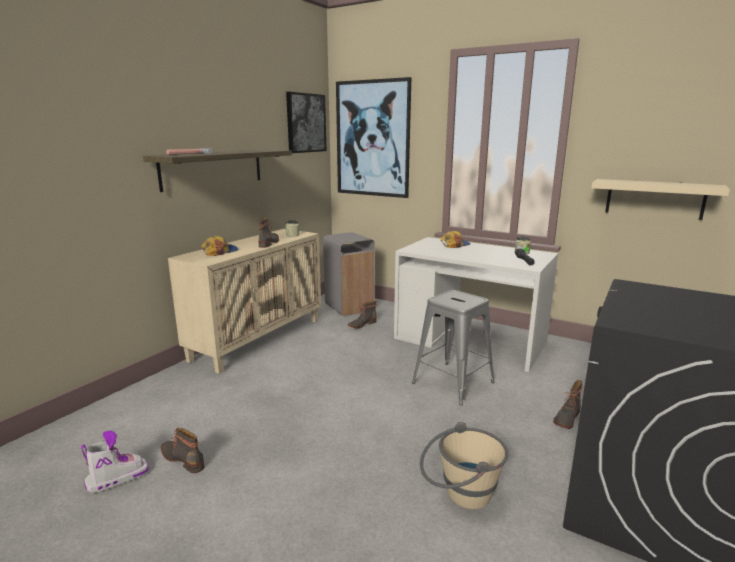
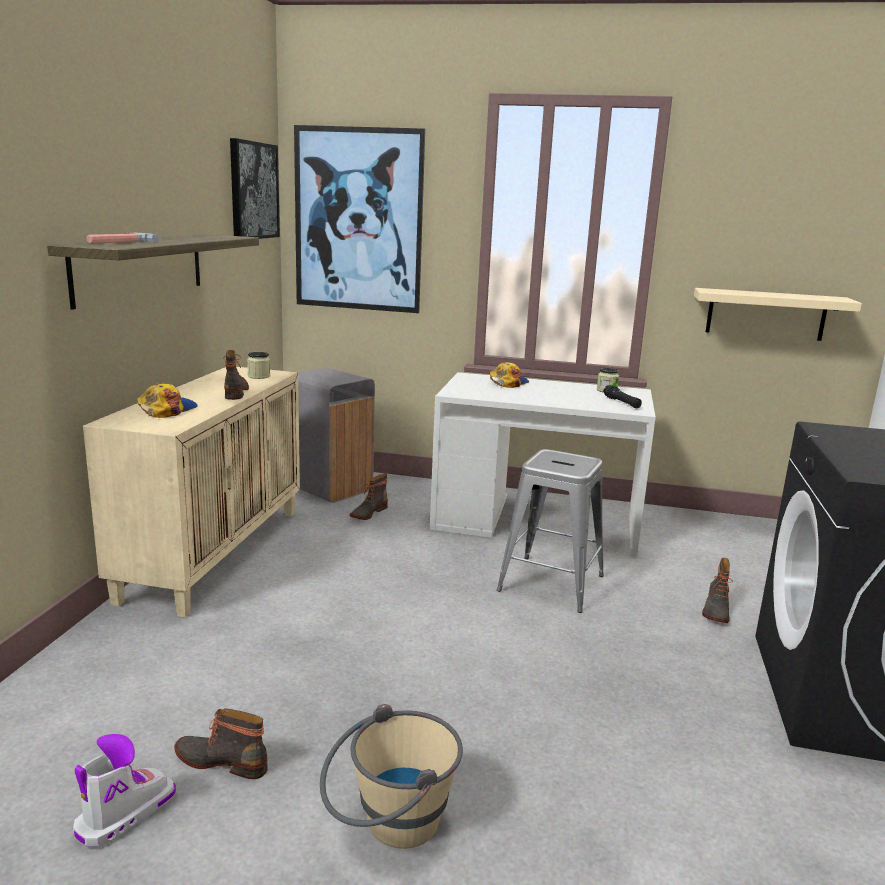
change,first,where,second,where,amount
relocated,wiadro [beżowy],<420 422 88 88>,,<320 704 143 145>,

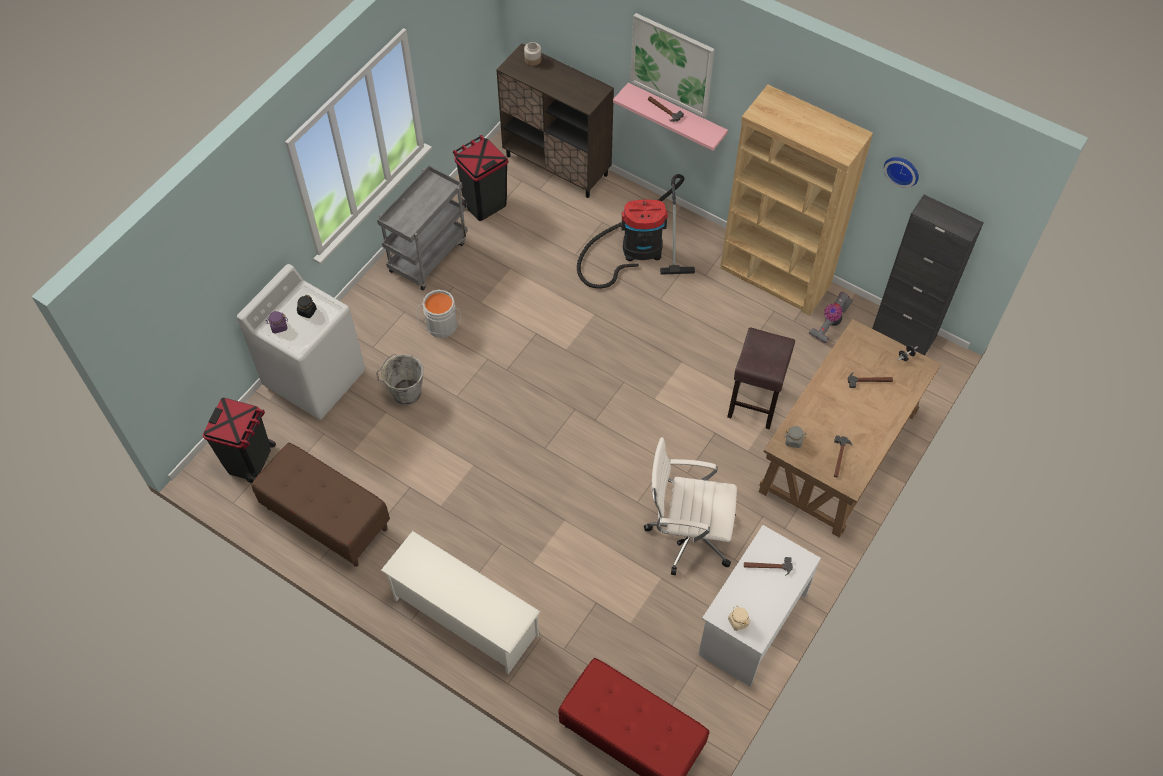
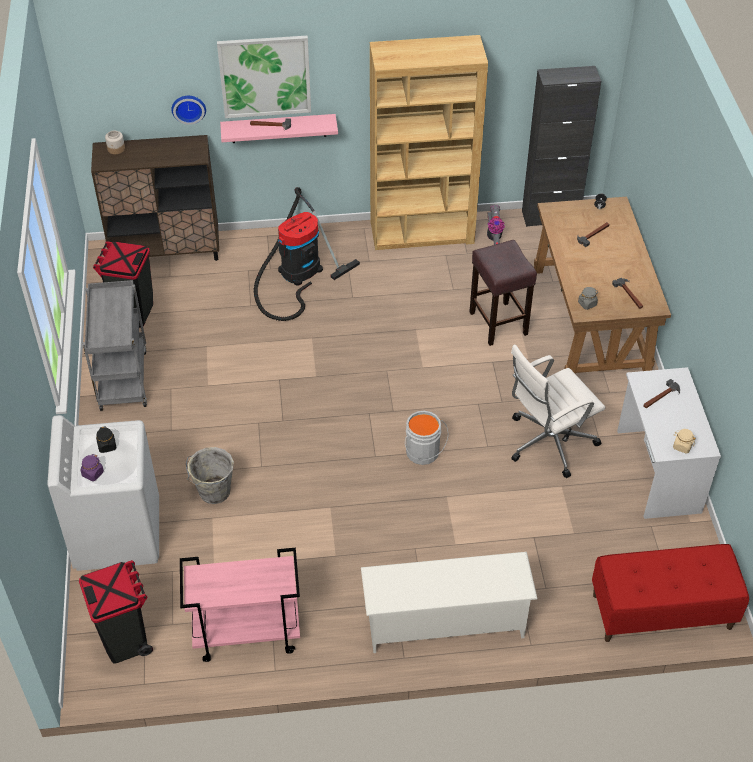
change,first,where,second,where,amount
exchanged,ławka [brązowy],<251 443 139 124>,wózek [różowy],<180 548 120 114>,
relocated,wiadro [szary],<417 290 44 48>,,<405 411 43 54>,
relocated,zegar ścienny,<884 157 35 31>,,<171 96 35 29>,

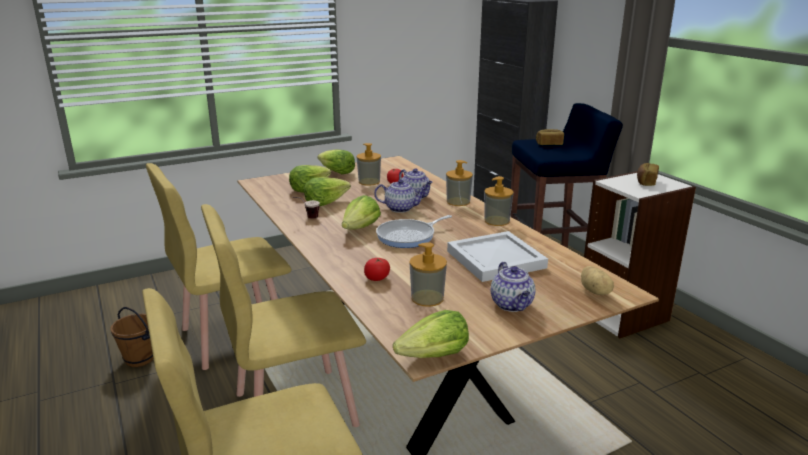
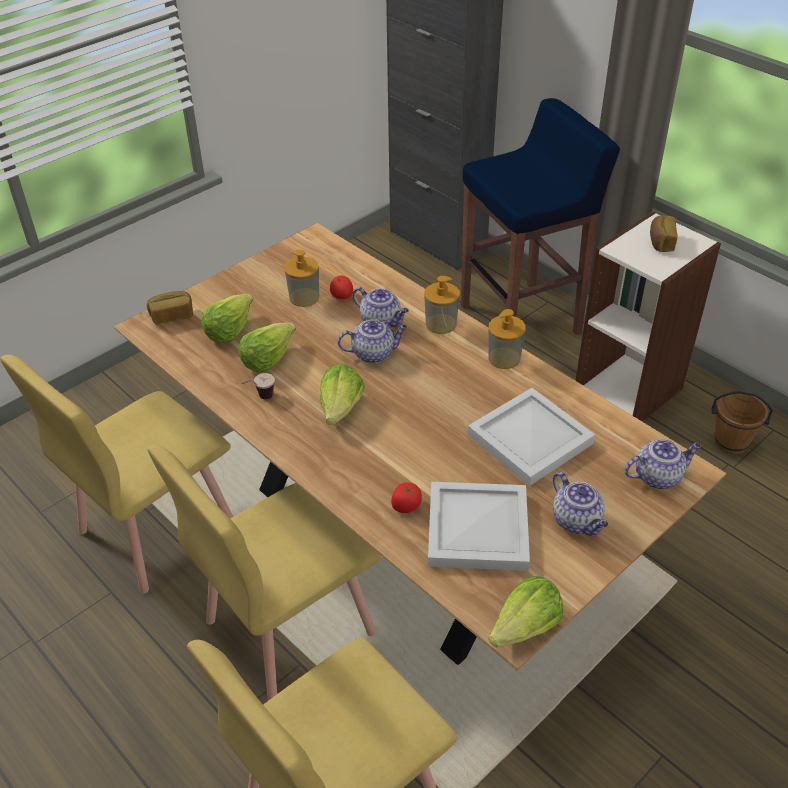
change,first,where,second,where,amount
relocated,wiadro [brązowy],<110 307 44 60>,,<712 391 61 63>,
missing,sałata,<317 150 38 24>,,,
missing,patelnia,<376 215 76 33>,,,
exchanged,dozownik mydła,<409 242 38 65>,taca [biały],<428 482 102 89>,
relocated,chleb,<536 129 28 16>,,<147 291 46 34>,
exchanged,ziemniak,<581 266 33 29>,imbryk,<624 439 77 50>,

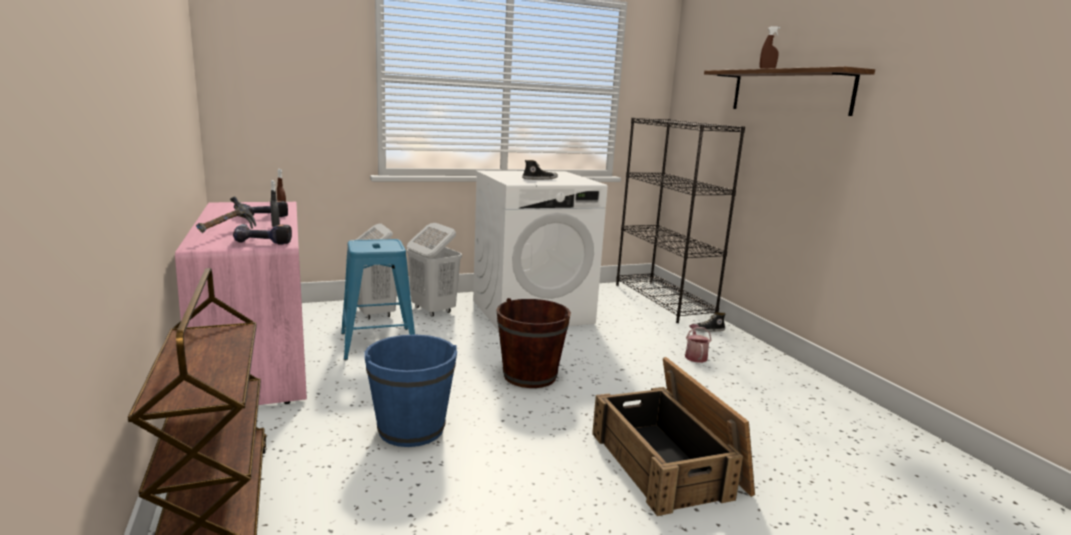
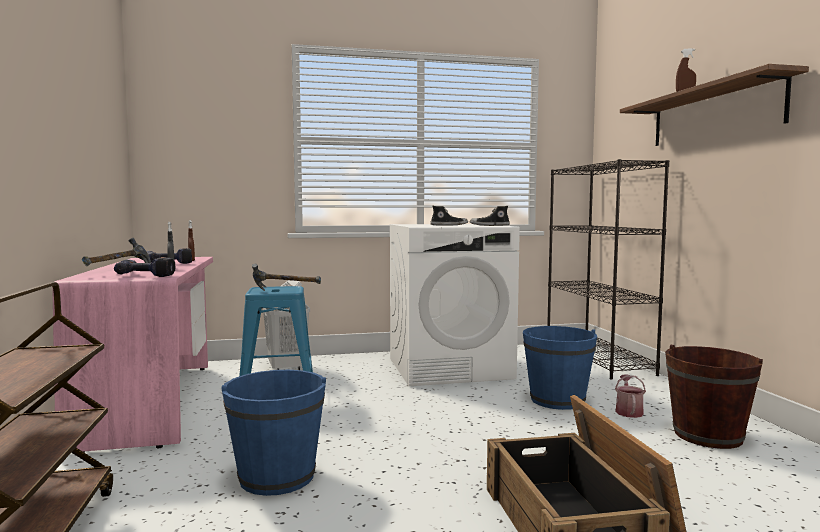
change,first,where,second,where,amount
missing,kosz na pranie [biały],<407 223 55 94>,,,
relocated,wiadro [brązowy],<496 298 75 90>,,<665 345 98 104>,
relocated,but,<693 312 33 20>,,<470 206 40 20>,
appeared,,,młotek,<252 264 69 27>,
appeared,,,wiadro [niebieski],<523 326 74 84>,

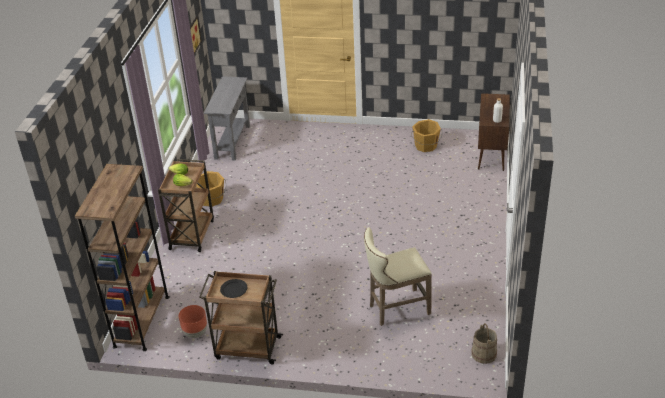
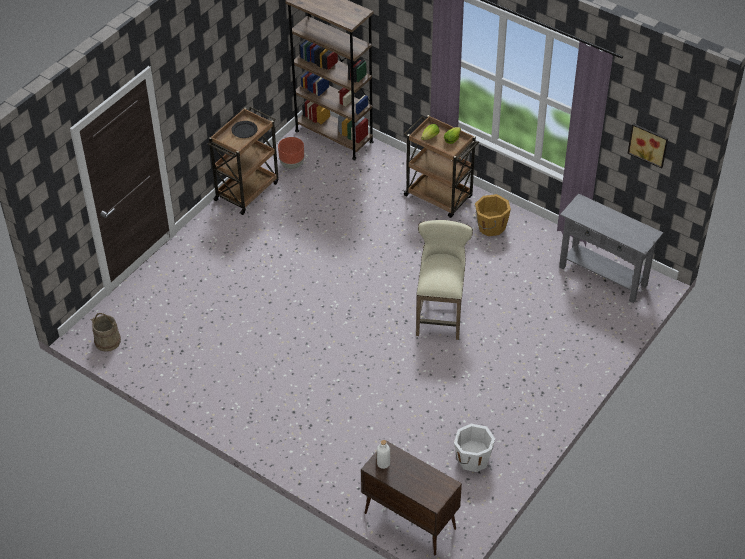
change,first,where,second,where,amount
relocated,stołek [beżowy],<364 227 68 99>,,<416 220 57 120>,
colour,wiadro [pomarańczowy],<411 119 31 33>,wiadro [biały],<454 424 41 48>,

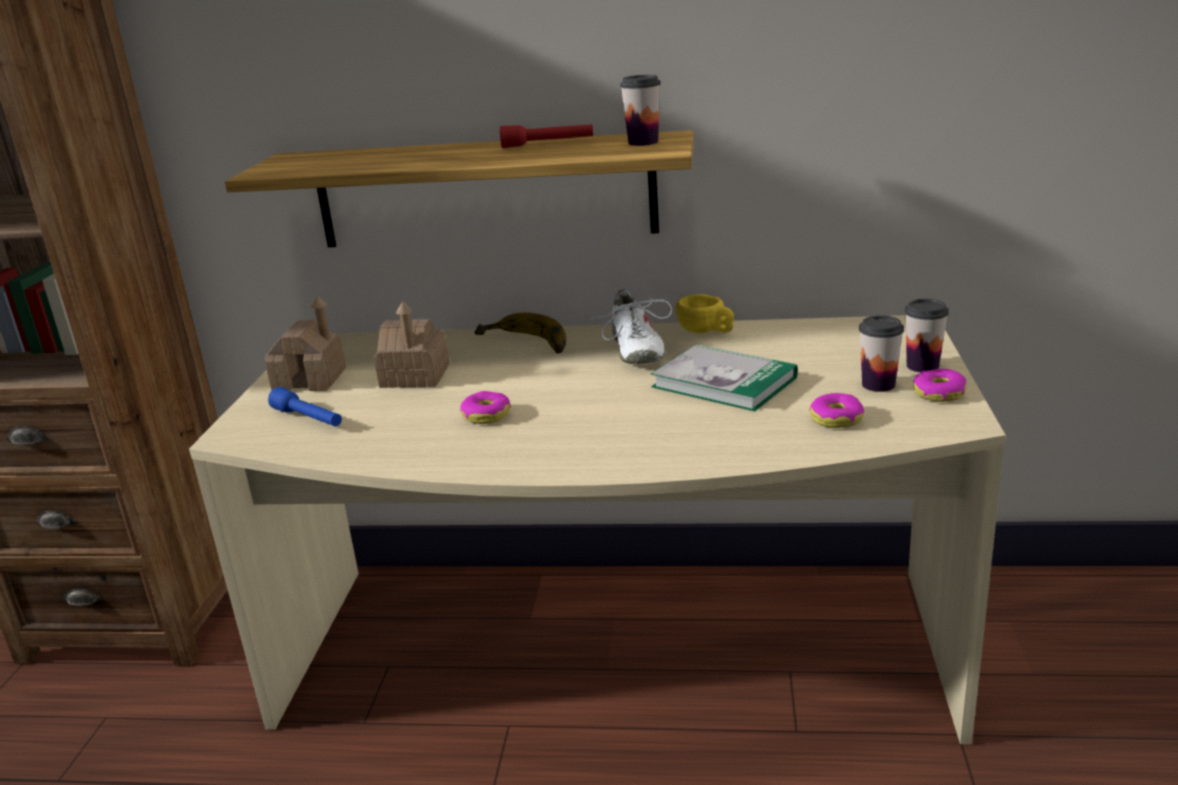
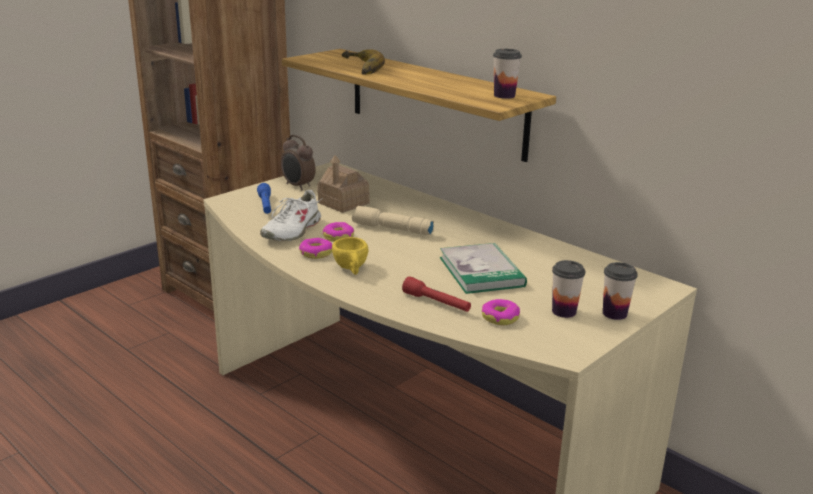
change,first,where,second,where,amount
exchanged,domek,<265 296 81 95>,budzik,<281 135 35 55>,
relocated,banan,<474 313 92 40>,,<342 49 43 26>,
relocated,latarka [czerwony],<500 124 93 24>,,<402 276 69 36>,
relocated,but [biały],<590 290 82 74>,,<260 189 63 52>,
relocated,filiżanka [żółty],<676 294 58 39>,,<332 237 36 38>,
relocated,donut,<913 369 54 33>,,<299 238 33 21>,
appeared,,,latarka [beżowy],<352 206 82 29>,

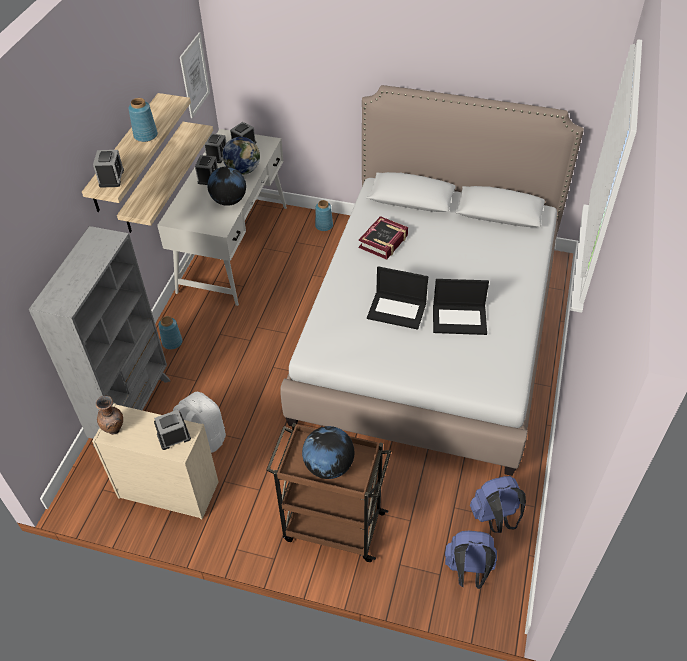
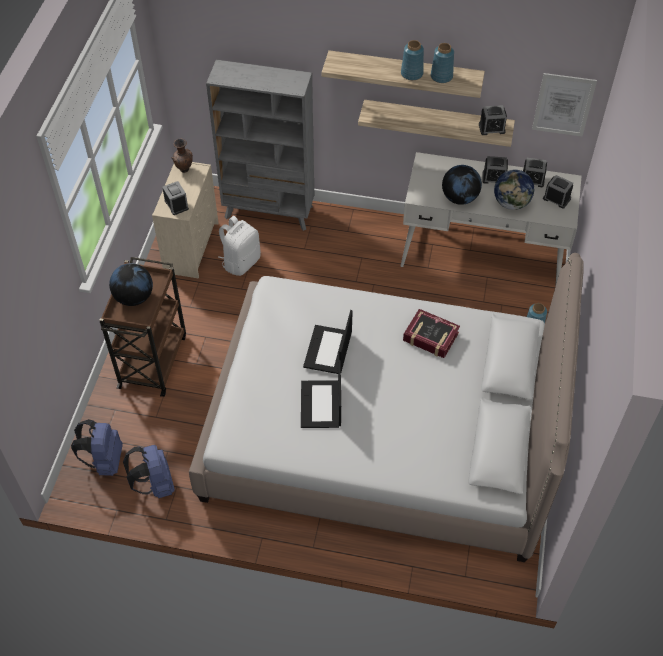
change,first,where,second,where,amount
relocated,budzik,<93 150 31 38>,,<479 105 28 30>,
relocated,wazon [niebieski],<158 316 25 34>,,<431 43 23 40>,

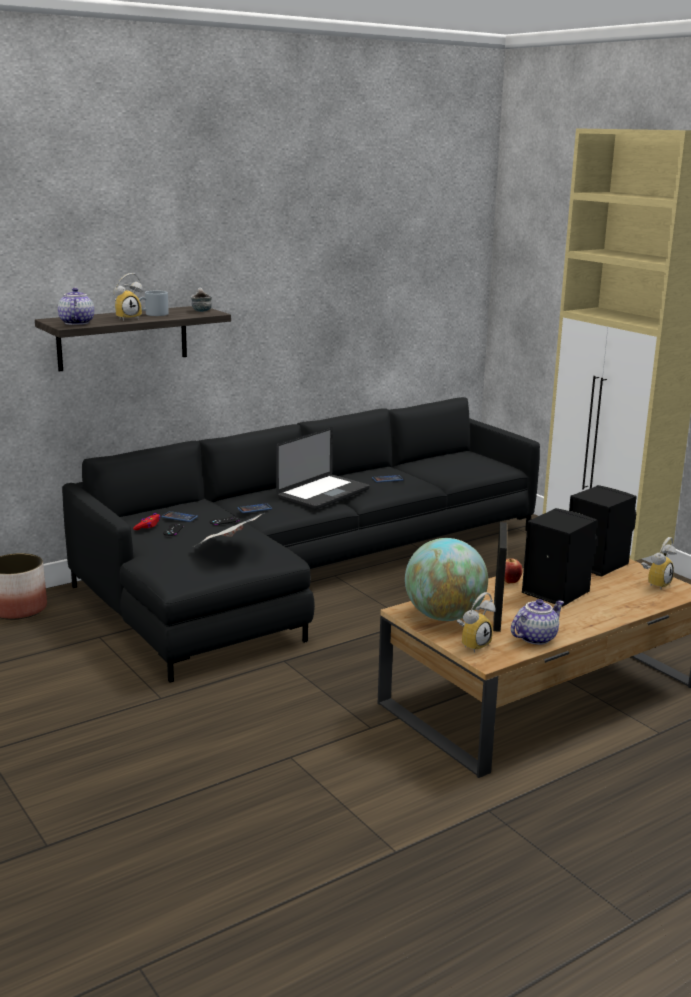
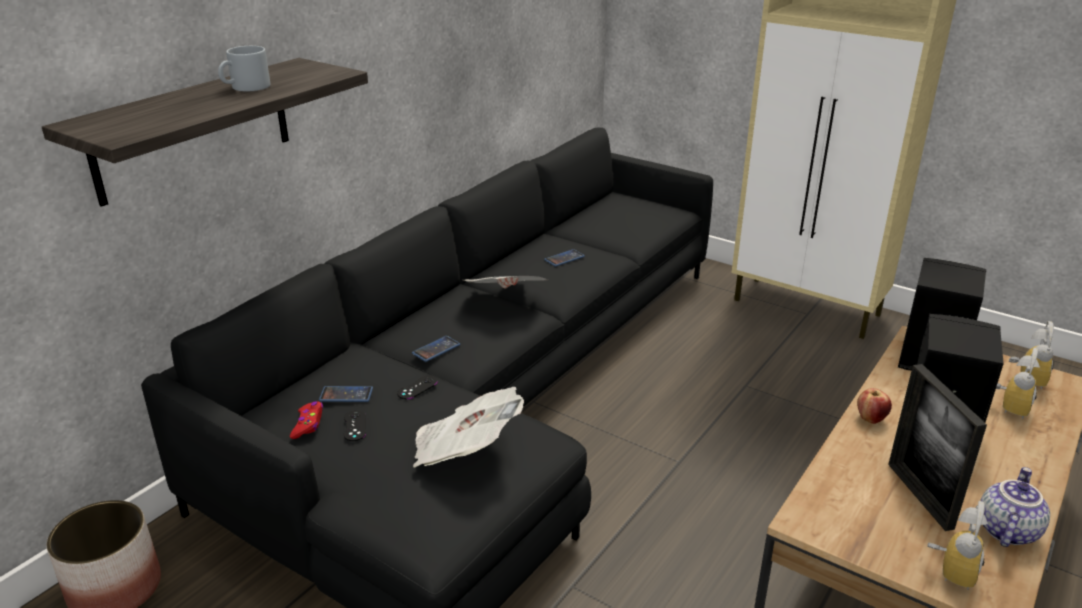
change,first,where,second,where,amount
missing,imbryk,<58 288 36 37>,,,
relocated,budzik,<114 273 29 48>,,<996 348 44 71>,
missing,kubek,<191 288 21 24>,,,
exchanged,laptop,<276 427 94 83>,gazeta,<463 276 85 12>,
missing,globus,<405 538 83 83>,,,

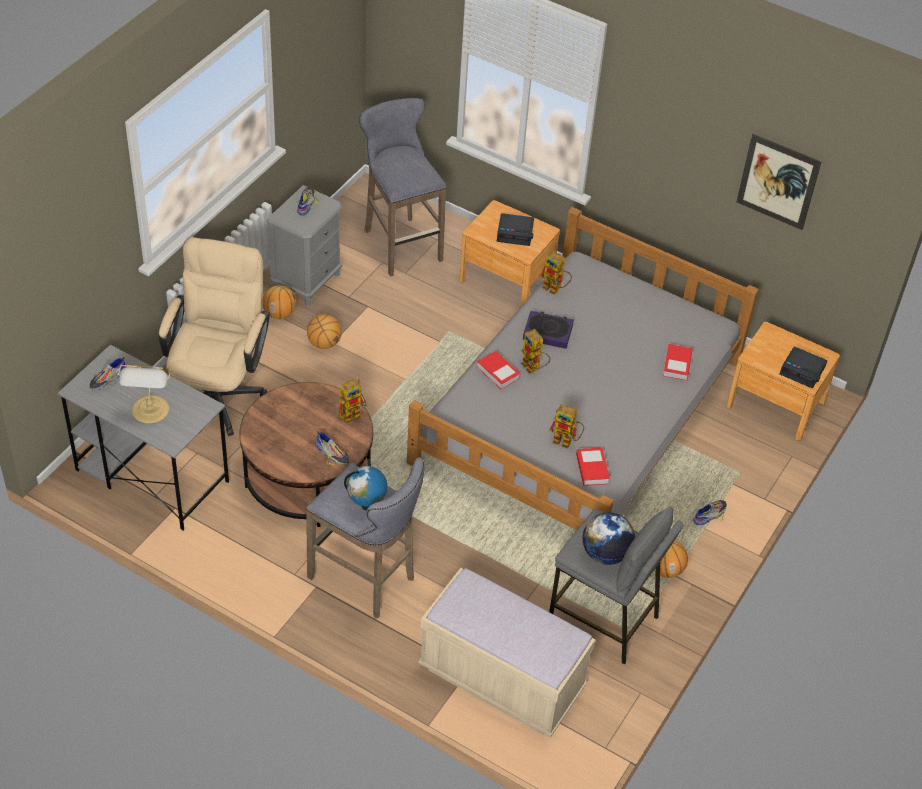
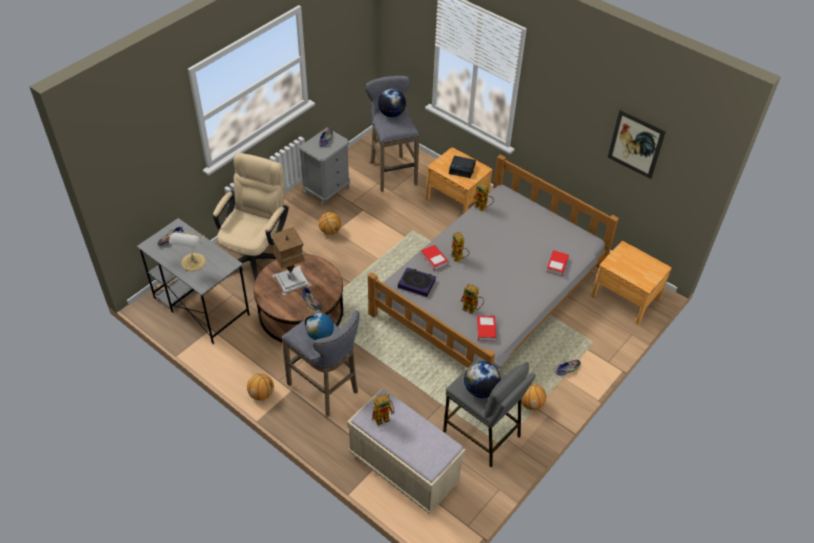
change,first,where,second,where,amount
relocated,piłka do koszykówki,<263 285 34 34>,,<247 374 27 26>,
relocated,robot zabawkowy,<338 379 29 45>,,<372 394 23 32>,
relocated,książka,<523 311 51 38>,,<398 267 38 30>,
missing,budzik,<780 346 48 42>,,,
appeared,,,lampa stołowa,<271 227 41 69>,
appeared,,,globus,<378 89 28 28>,

